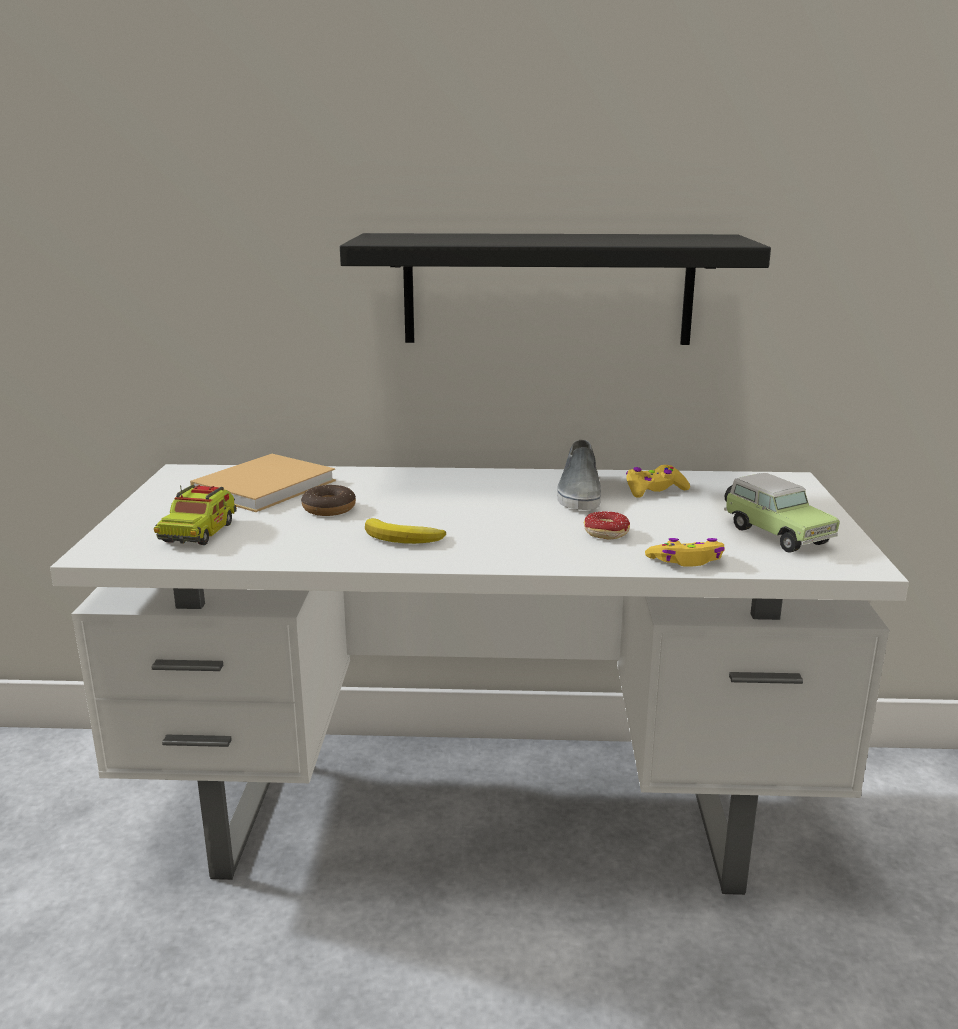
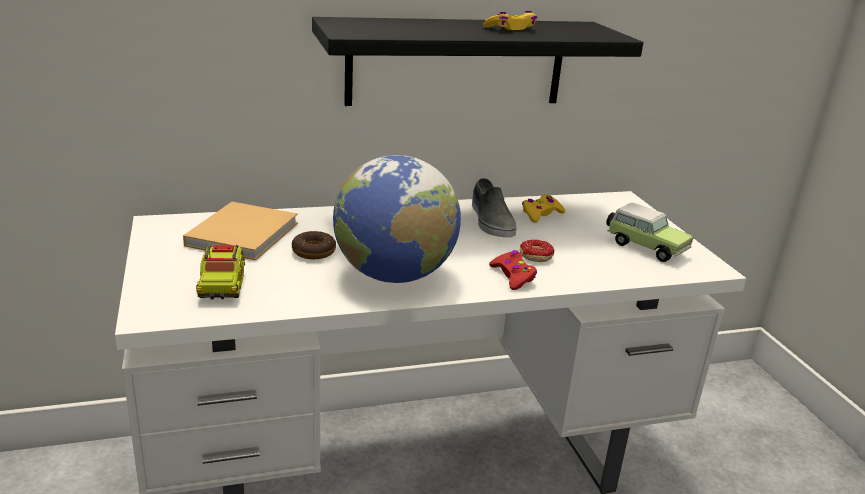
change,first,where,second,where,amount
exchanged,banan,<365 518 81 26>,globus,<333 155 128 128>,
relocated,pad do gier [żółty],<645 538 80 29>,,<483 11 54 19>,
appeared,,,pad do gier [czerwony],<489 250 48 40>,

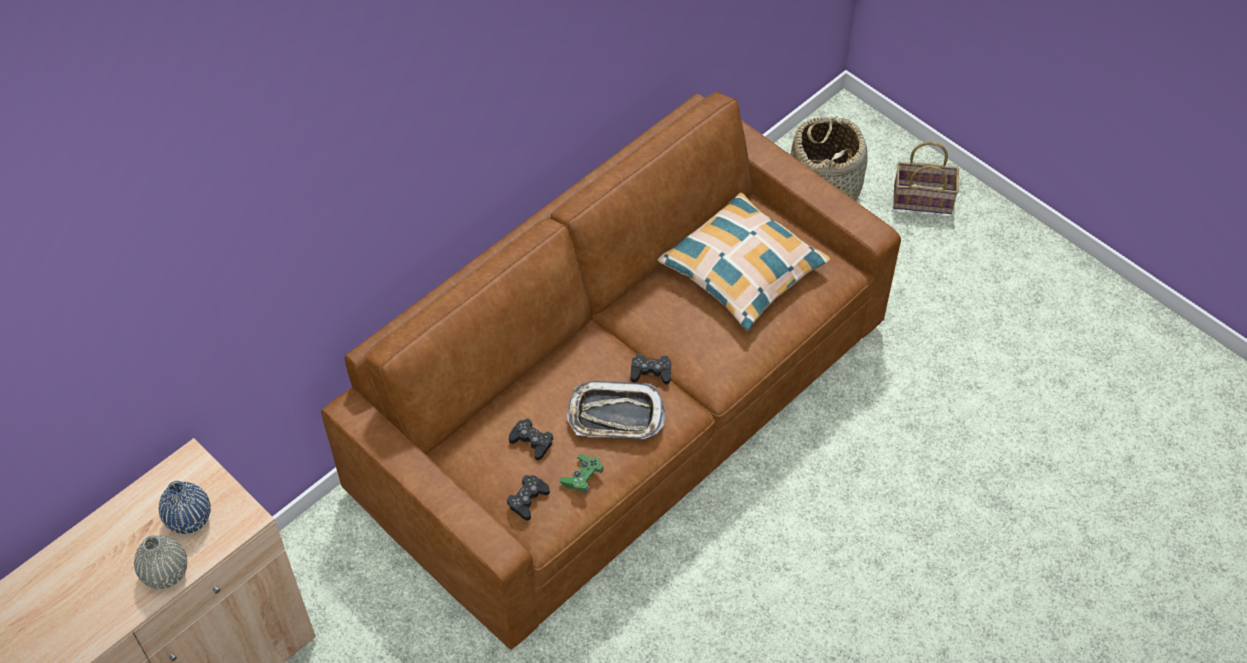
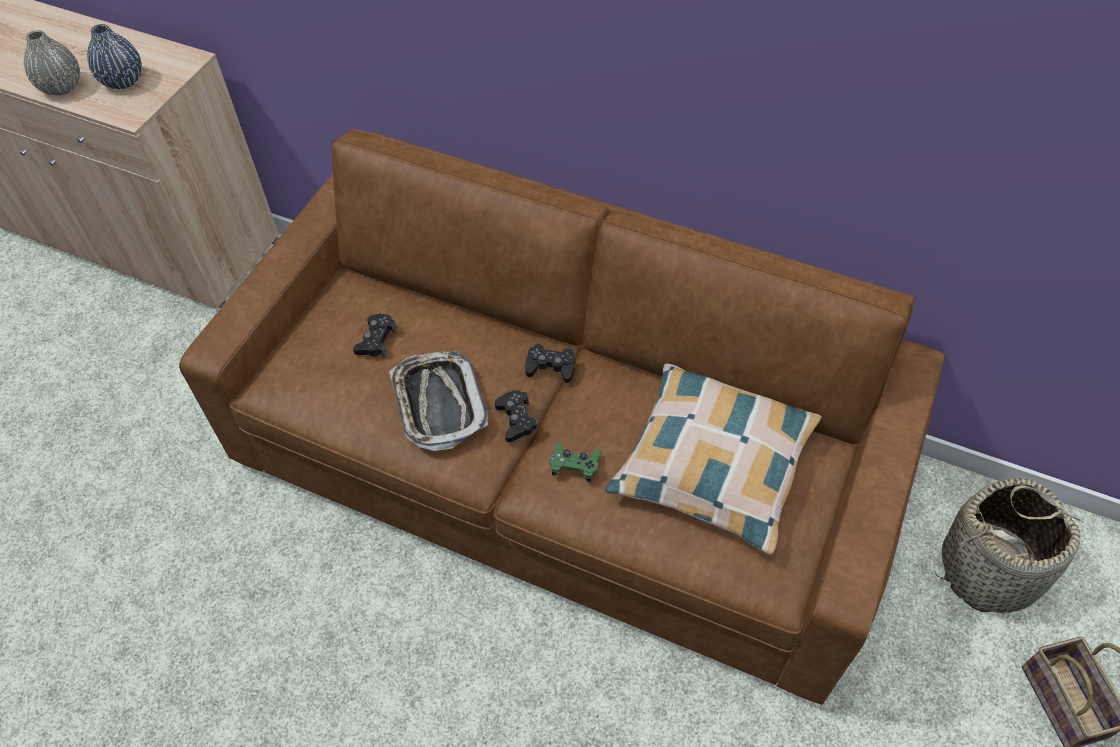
change,first,where,second,where,amount
relocated,pad do gier [czarny],<507 475 43 46>,,<525 343 50 40>,
relocated,pad do gier [zielony],<560 454 44 40>,,<549 442 53 40>,

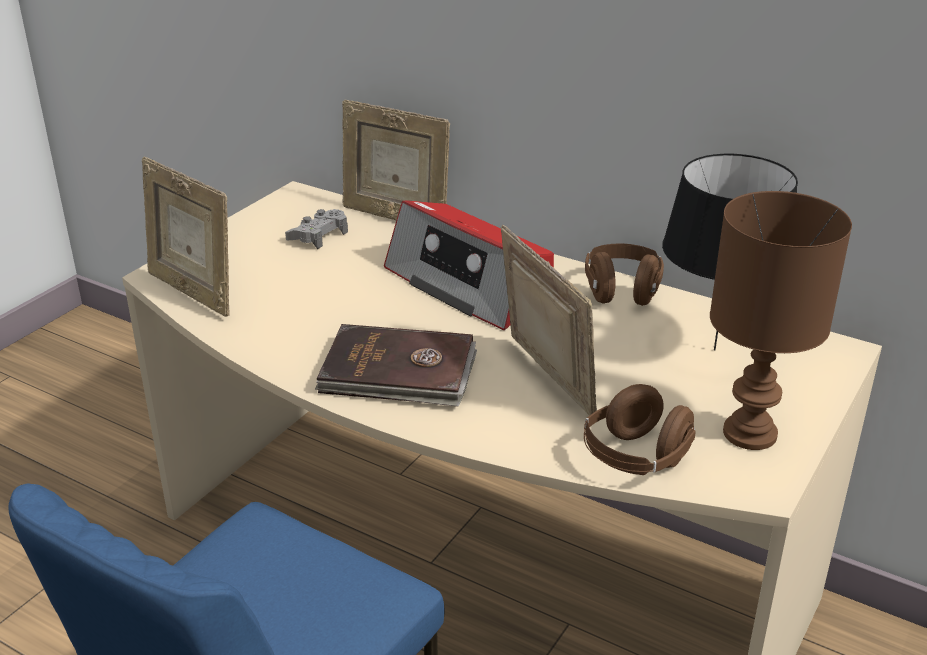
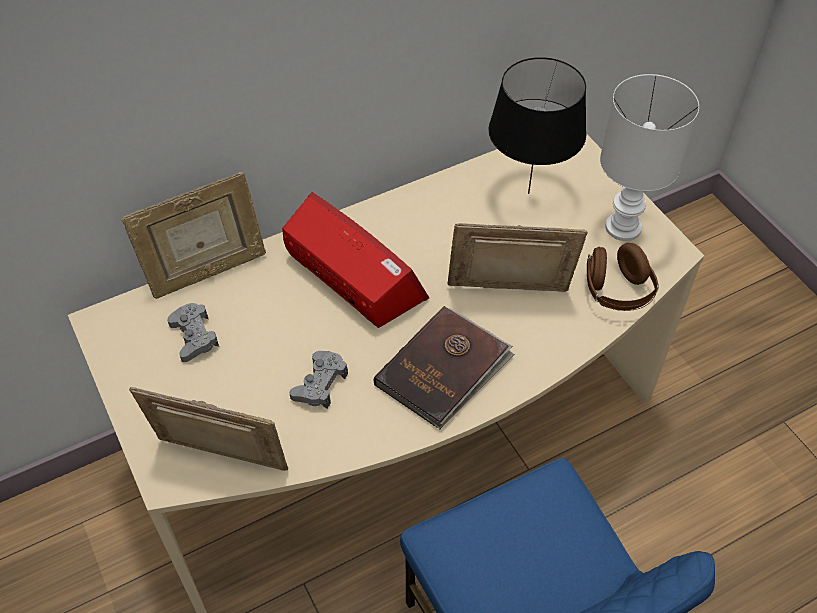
change,first,where,second,where,amount
spun,ramka na zdjęcie,<142 157 88 160>,,<129 387 159 84>,150 degrees counterclockwise
spun,radio,<384 200 170 130>,,<282 192 147 136>,120 degrees counterclockwise
missing,słuchawki [brązowy],<585 243 79 63>,,,
colour,lampa stołowa [brązowy],<710 191 142 259>,lampa stołowa [biały],<600 74 99 167>,
appeared,,,pad do gier [szary],<289 351 59 58>,

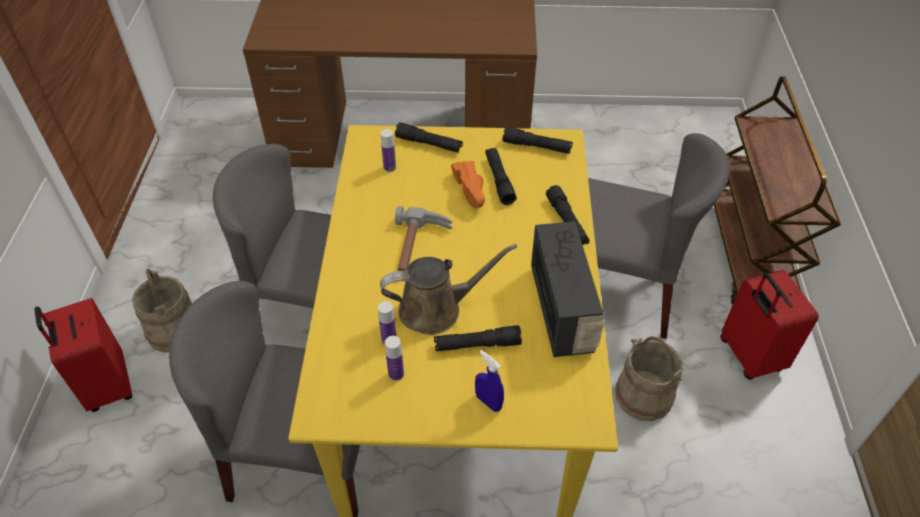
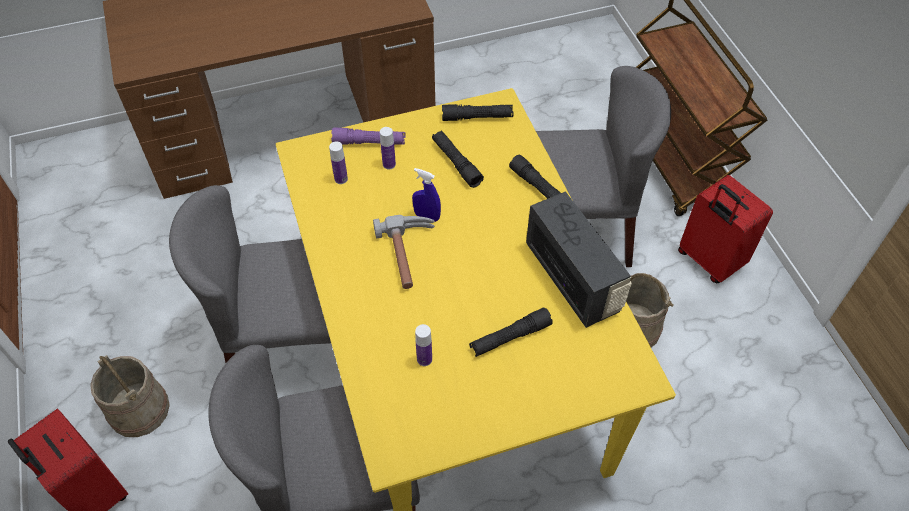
change,first,where,second,where,amount
missing,konewka [brązowy],<380 244 137 91>,,,
relocated,butelka,<385 336 19 45>,,<380 127 16 43>,
colour,latarka [czarny],<395 122 68 31>,latarka [fioletowy],<331 128 75 17>,
missing,but [pomarańczowy],<451 161 34 48>,,,
relocated,spryskiwacz [niebieski],<475 350 29 62>,,<412 168 29 54>,

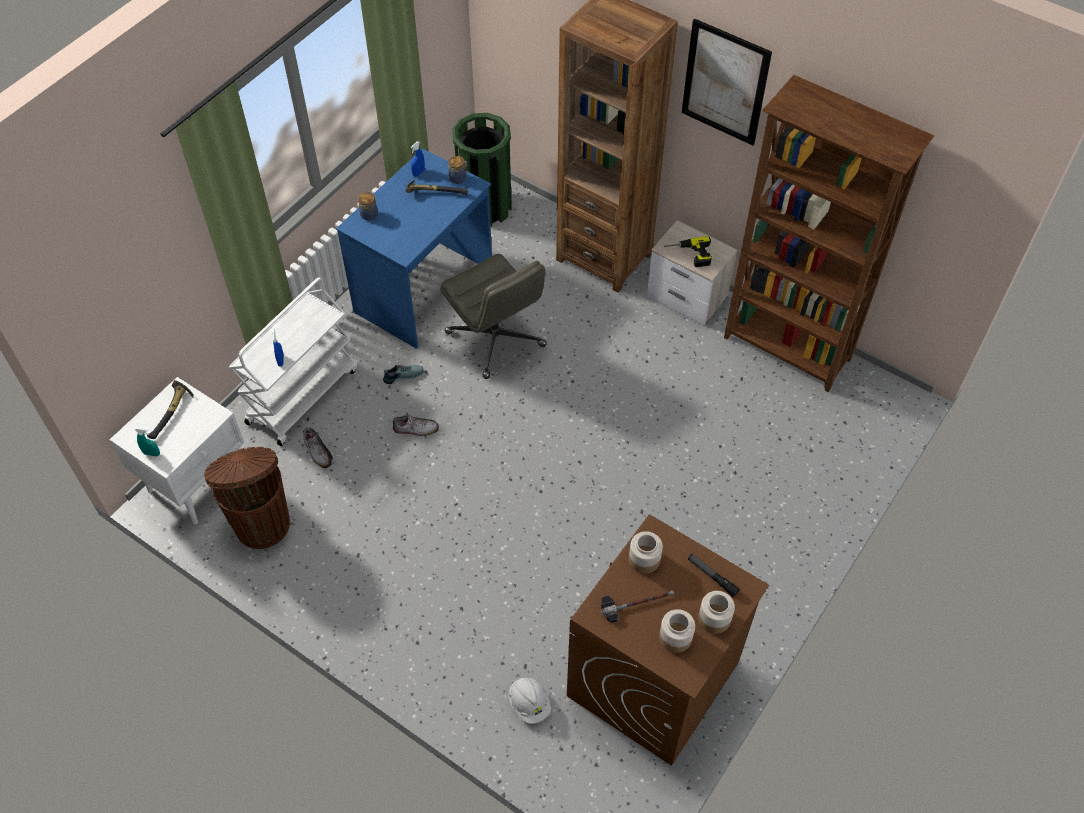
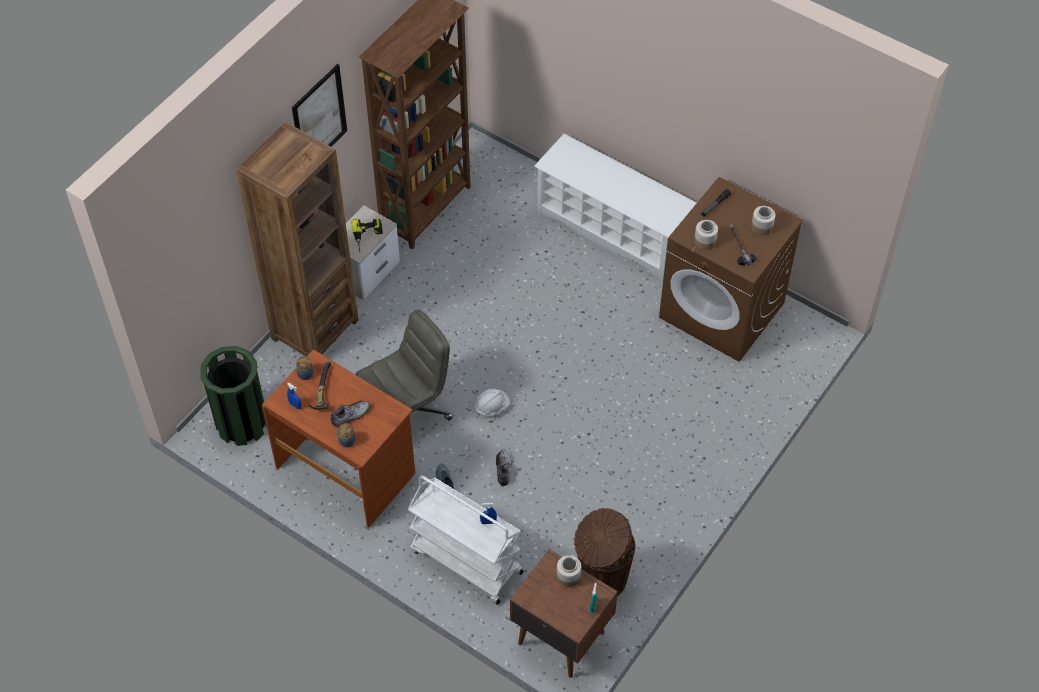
change,first,where,second,where,amount
colour,szafka nocna [biały],<110 377 134 147>,szafka nocna [brązowy],<510 549 108 129>,
missing,młotek,<147 380 47 59>,,,
relocated,but,<303 427 30 42>,,<330 400 40 27>,
colour,biurko [niebieski],<336 148 156 201>,biurko [brązowy],<262 350 153 178>,
relocated,kask [biały],<509 677 42 47>,,<475 389 35 27>,
relocated,słoik,<698 591 37 43>,,<557 555 24 32>,
appeared,,,regał na buty [biały],<534 134 163 146>,

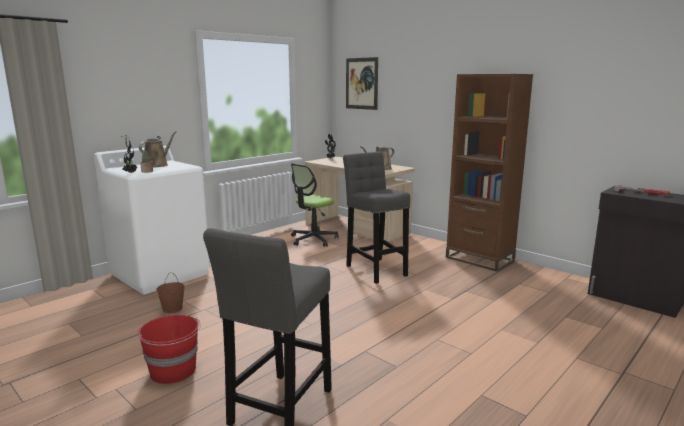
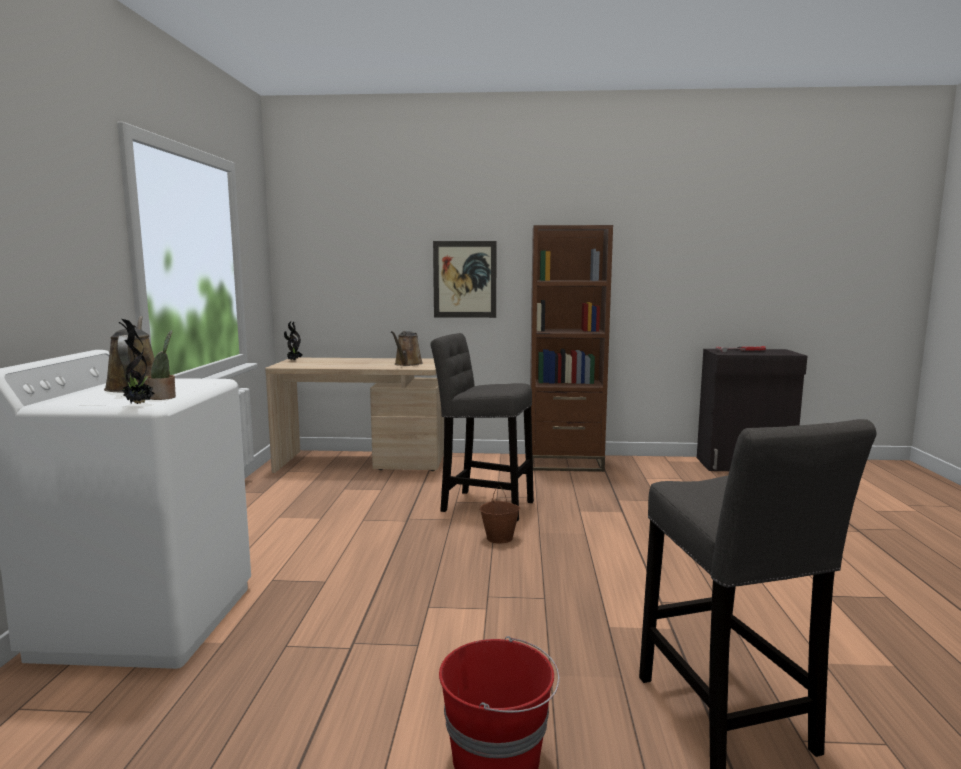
change,first,where,second,where,amount
relocated,wiadro [brązowy],<156 272 29 41>,,<480 486 40 57>,
missing,krzesło biurowe,<291 164 48 83>,,,
relocated,obraz,<346 57 32 53>,,<433 241 64 77>,

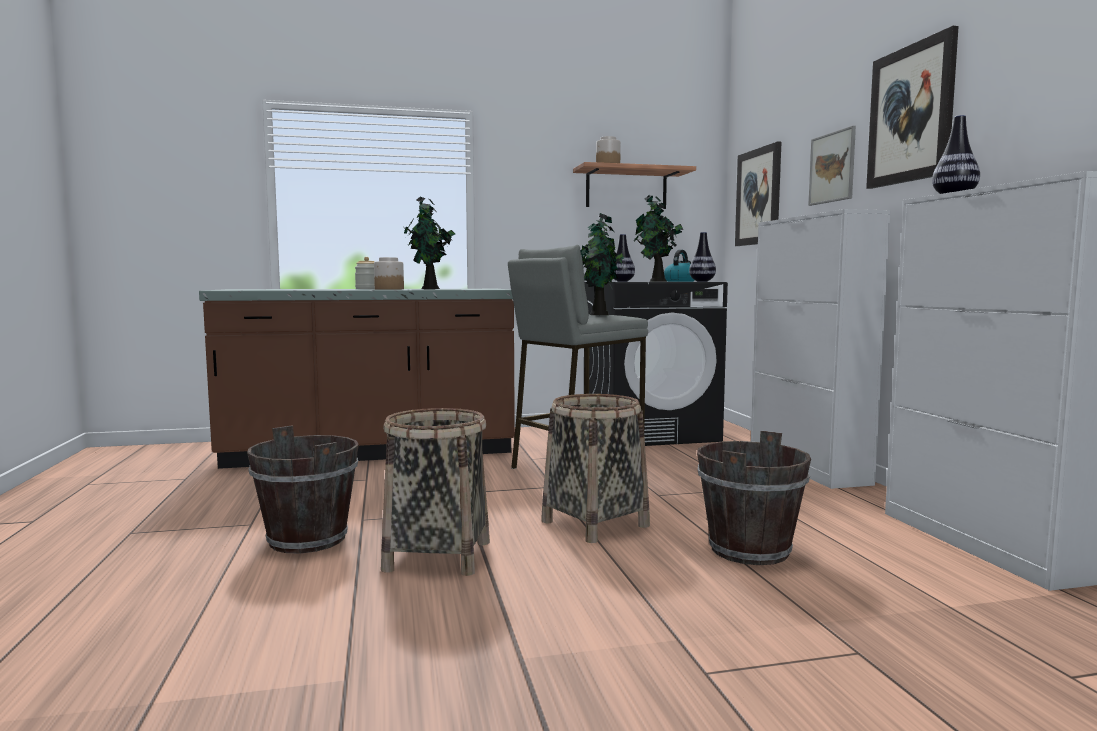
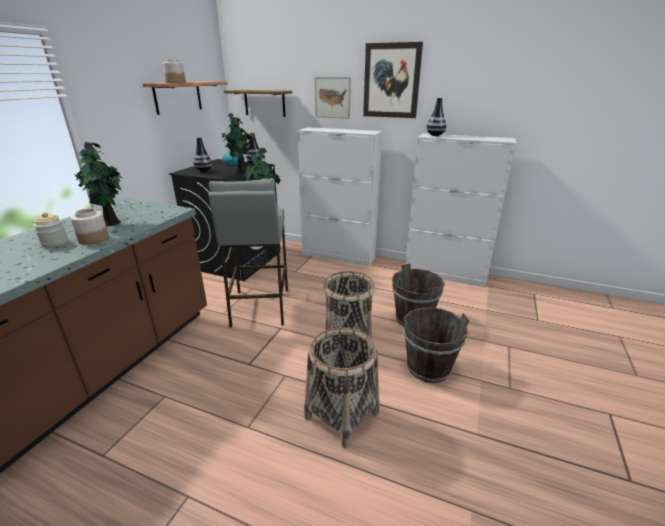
change,first,where,second,where,amount
relocated,wiadro [brązowy],<247 426 112 127>,,<403 307 66 76>,
exchanged,obraz,<735 141 46 105>,półka,<224 90 68 27>,

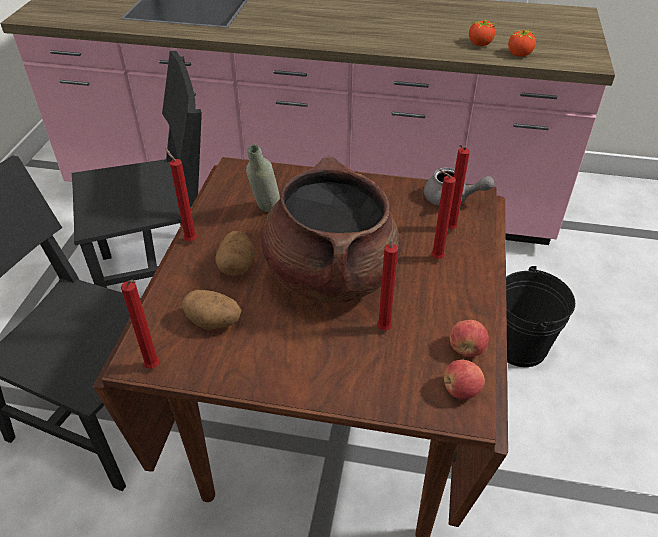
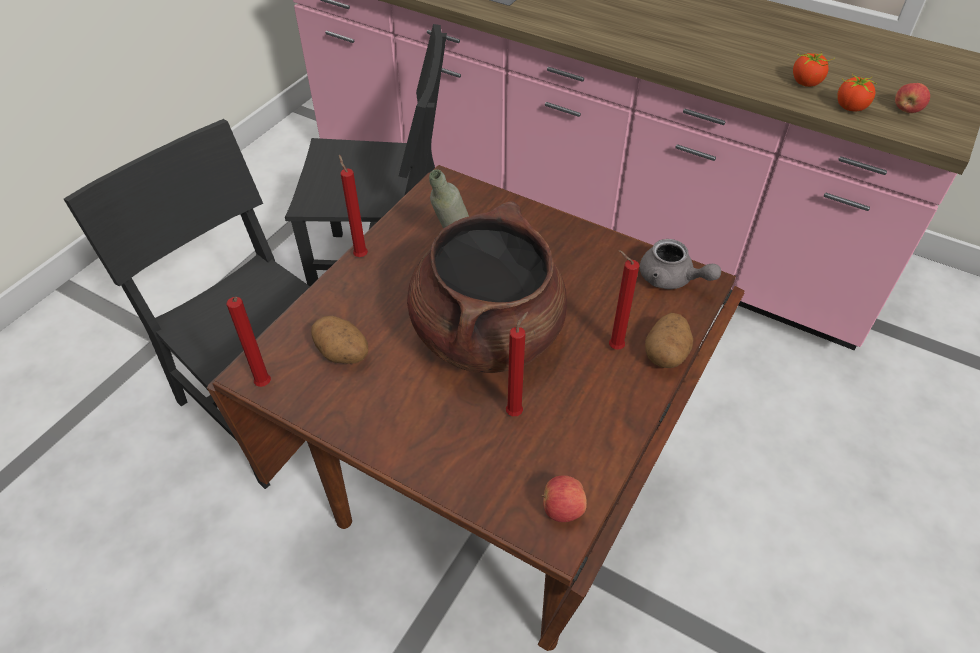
change,first,where,second,where,amount
relocated,ziemniak,<215 231 40 45>,,<645 313 48 55>,
missing,świeca [czerwony],<448 145 22 84>,,,
relocated,jabłko,<450 320 39 37>,,<895 83 35 30>,
missing,wiadro [czarny],<506 266 69 101>,,,

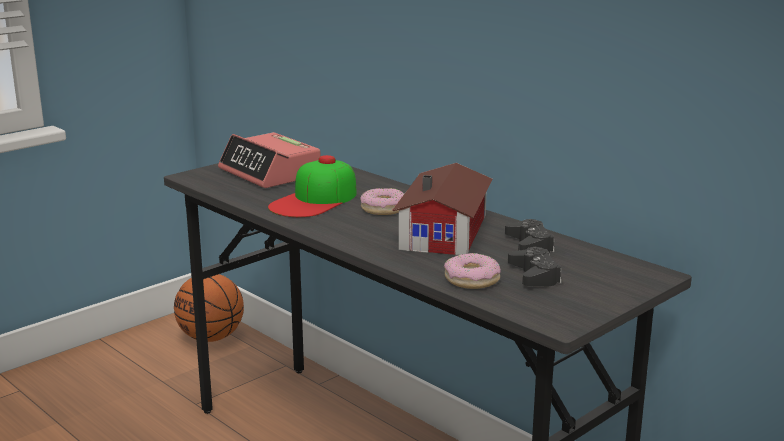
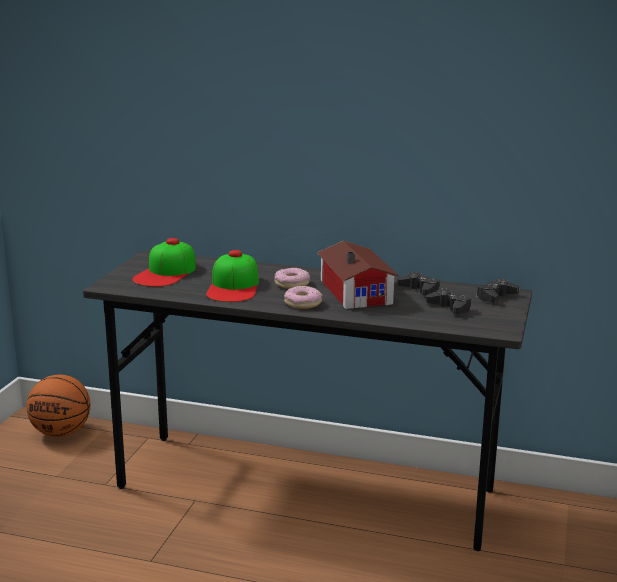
change,first,where,second,where,amount
exchanged,budzik,<218 132 102 56>,czapka z daszkiem,<132 238 64 49>,
relocated,donut,<444 253 57 36>,,<284 286 38 23>,
appeared,,,pad do gier [czarny],<476 279 44 24>,

